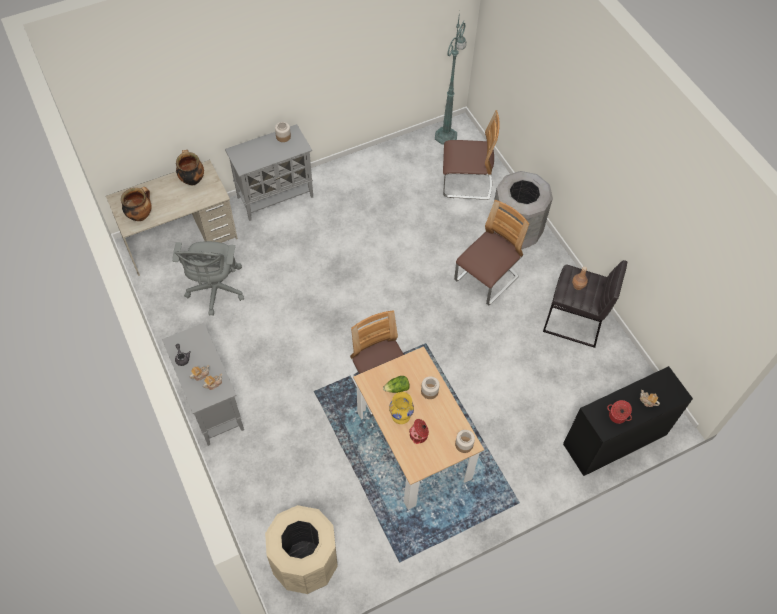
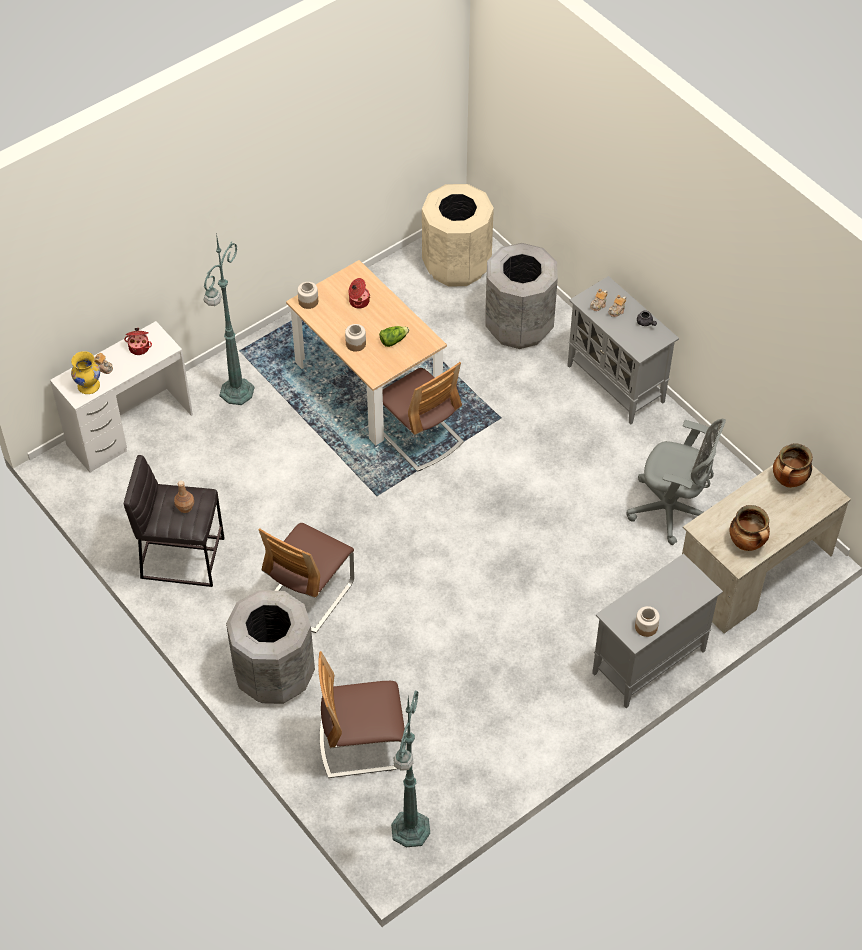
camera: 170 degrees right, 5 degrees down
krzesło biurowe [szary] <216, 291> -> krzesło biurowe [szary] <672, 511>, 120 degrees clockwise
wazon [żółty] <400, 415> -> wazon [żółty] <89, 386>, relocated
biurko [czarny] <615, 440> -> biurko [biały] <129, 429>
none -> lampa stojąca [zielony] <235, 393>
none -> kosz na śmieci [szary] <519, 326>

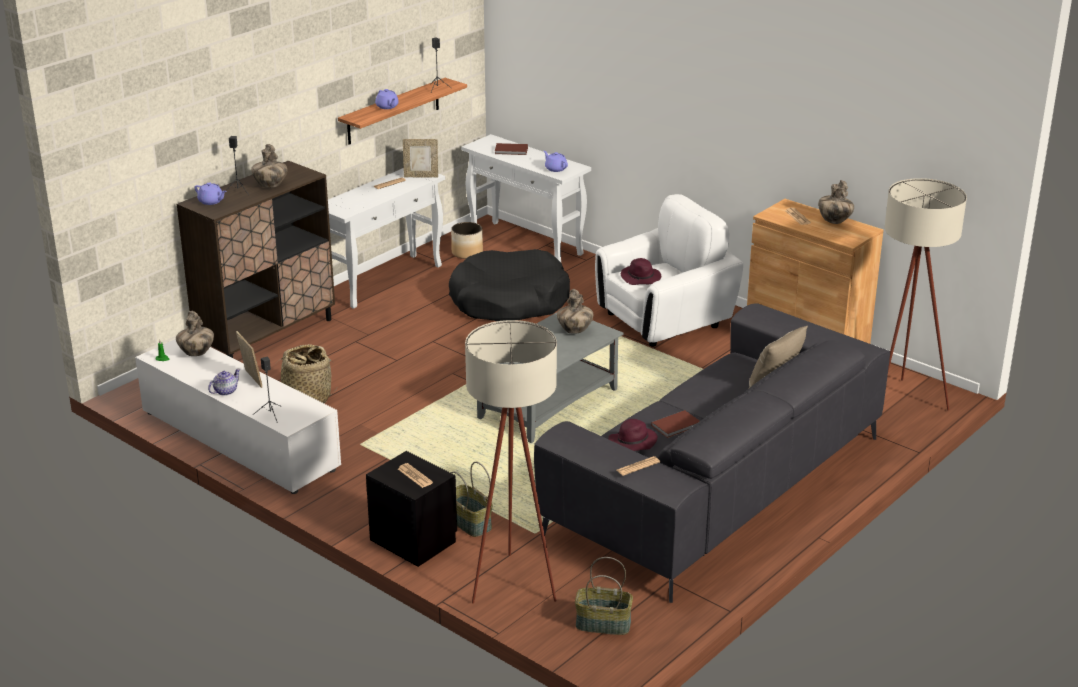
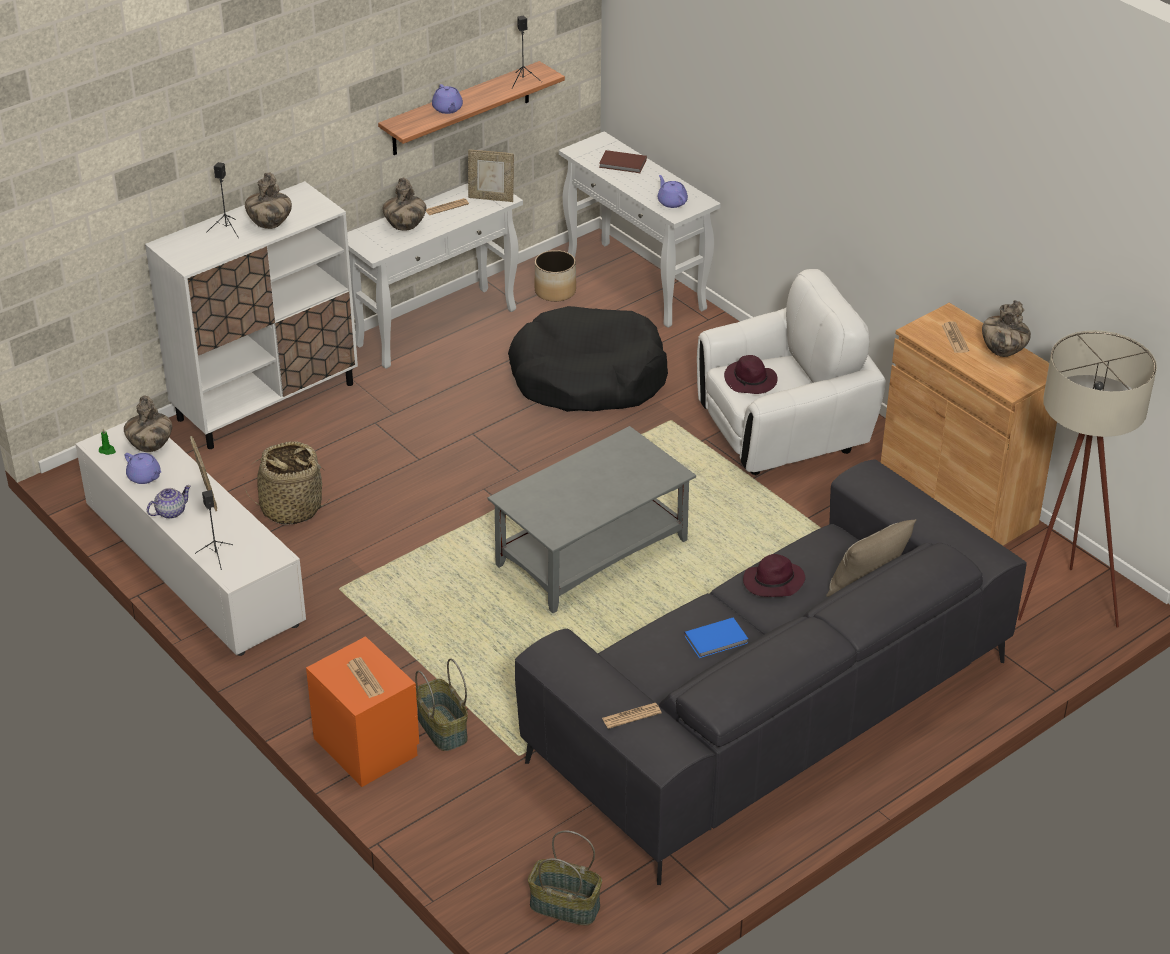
camera: 10 degrees right, 10 degrees up
szafka [brązowy] <267, 336> -> szafka [biały] <266, 401>
imbryk [fioletowy] <211, 201> -> imbryk [fioletowy] <145, 477>, relocated
szafka nocna [czarny] <414, 540> -> szafka nocna [pomarańczowy] <368, 745>
lampa stojąca [beżowy] <512, 579> -> none
wazon <574, 330> -> wazon <405, 226>, relocated
kapelusz [fioletowy] <632, 443> -> kapelusz [fioletowy] <773, 583>, relocated
książka [brązowy] <677, 426> -> książka [niebieski] <717, 640>

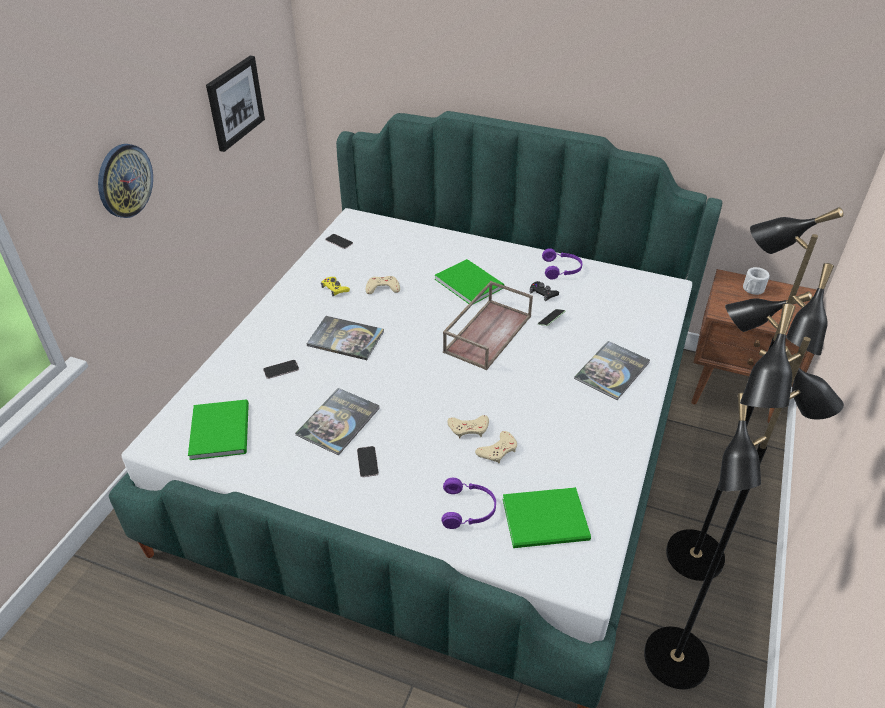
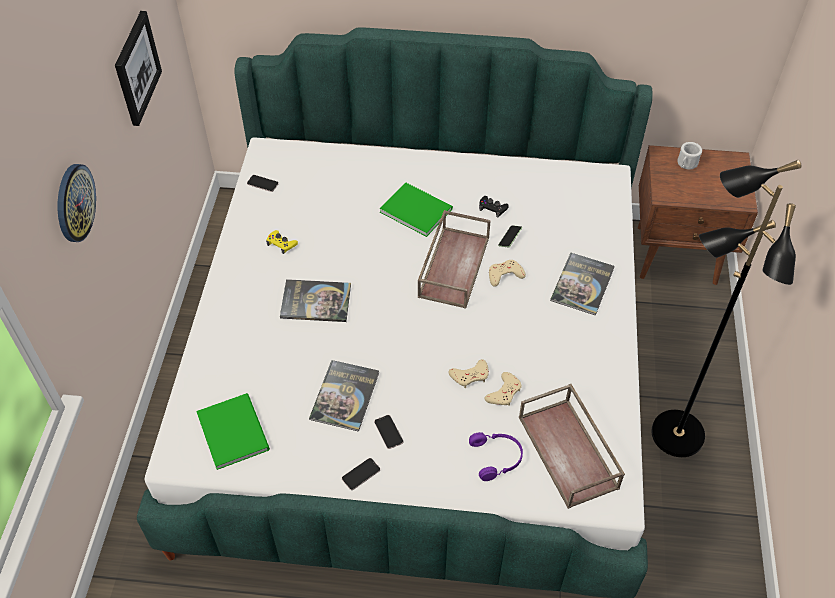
camera: 15 degrees left, 10 degrees up
telefon <281, 369> -> telefon <361, 474>, relocated
pad do gier [beżowy] <382, 288> -> pad do gier [beżowy] <504, 275>, relocated
książka [zielony] <548, 521> -> taca [brązowy] <569, 452>
słuchawki [fioletowy] <562, 269> -> none
lampa stojąca [czarny] <677, 660> -> none

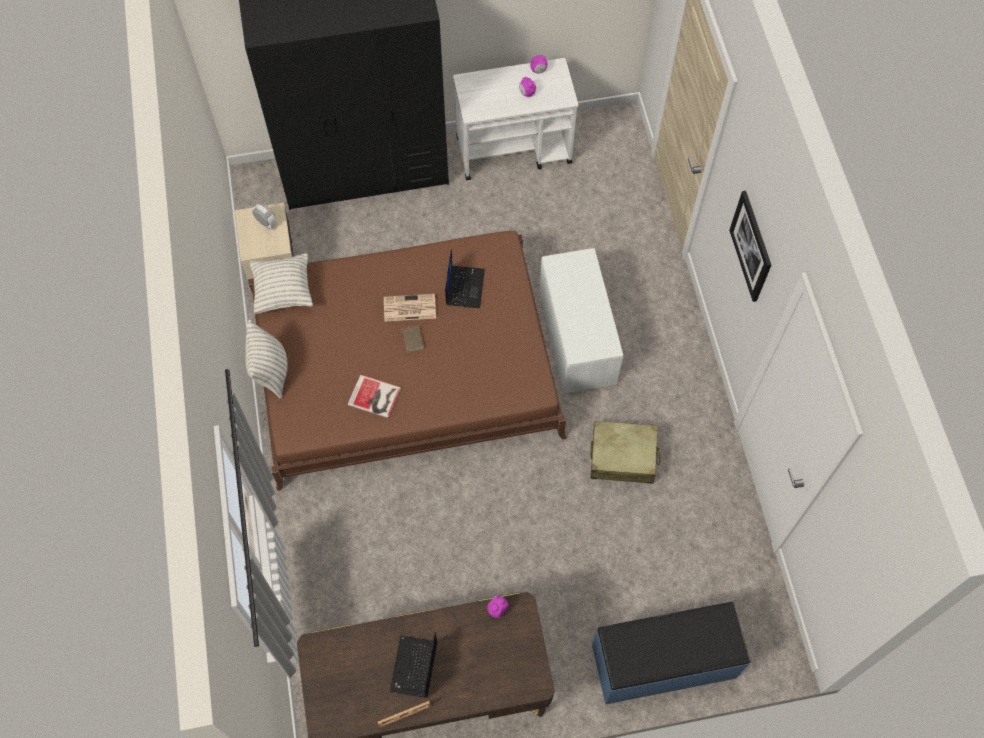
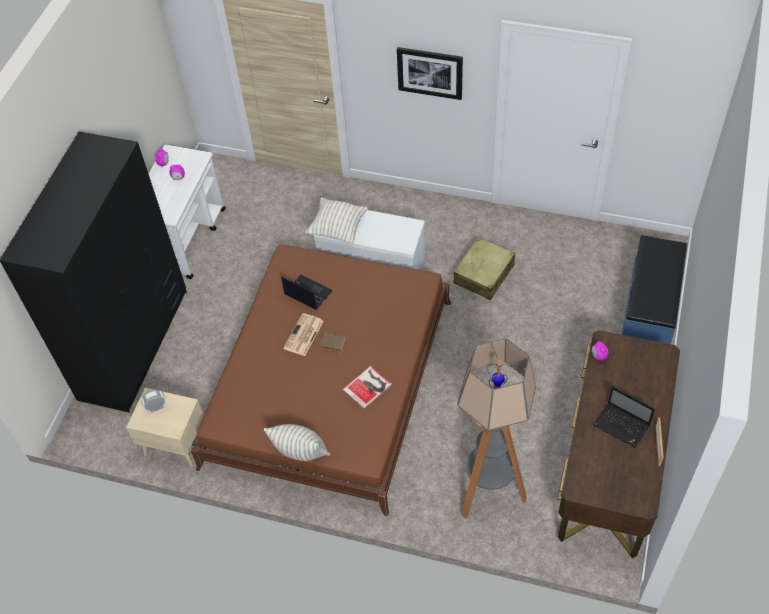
camera: 60 degrees left, 10 degrees down
poduszka <283, 291> -> poduszka <337, 229>, relocated
none -> lampa stojąca <489, 491>

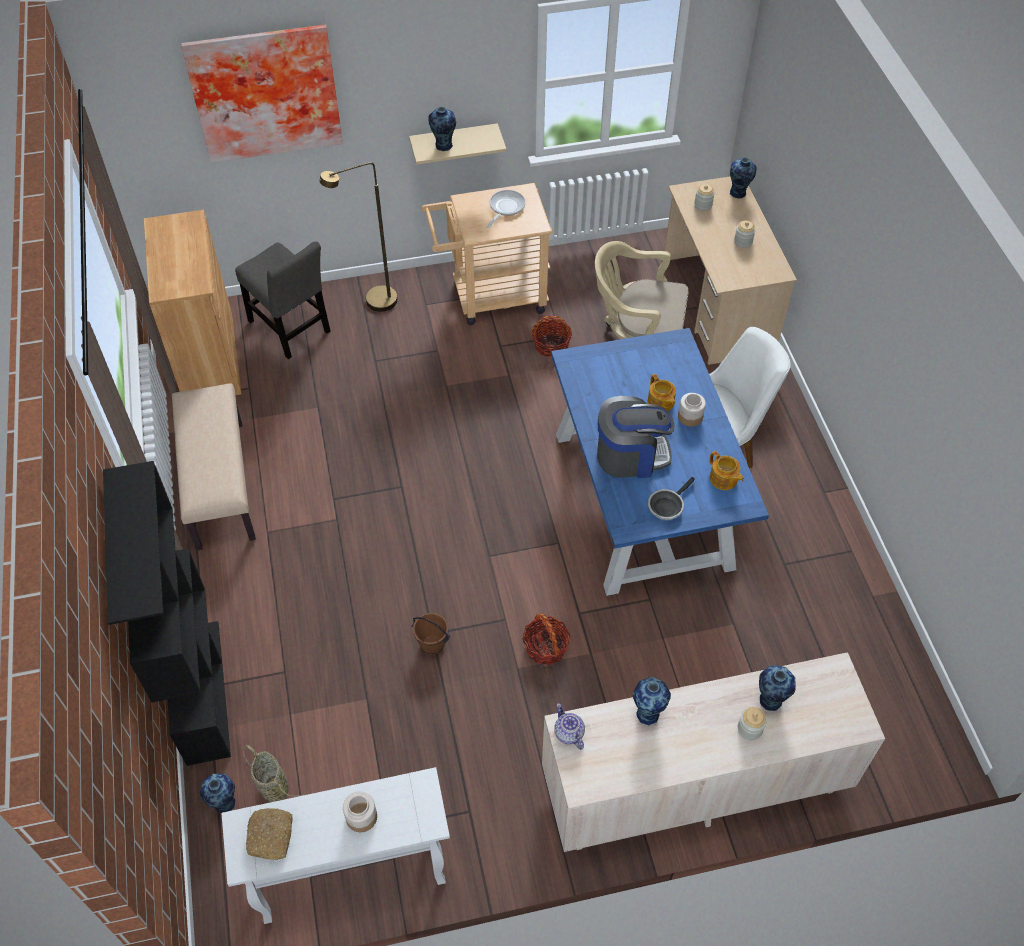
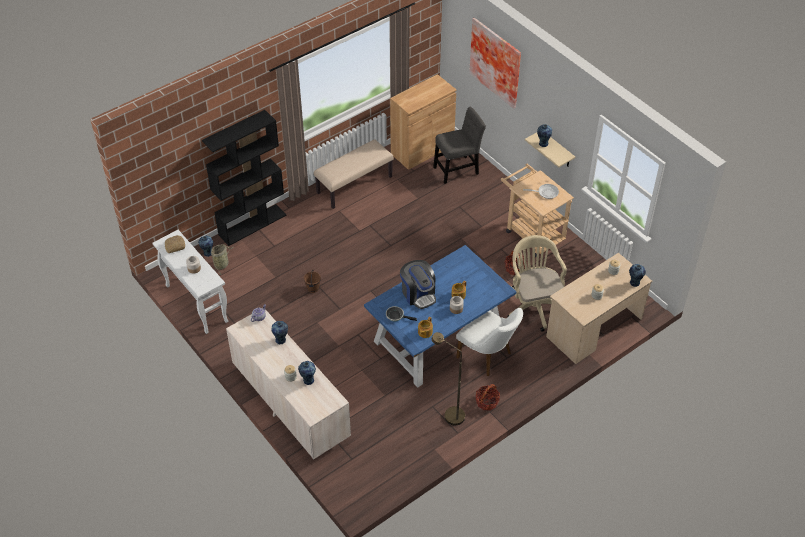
camera: 65 degrees right, 5 degrees down
krzesło [szary] <291, 329> -> krzesło [szary] <458, 169>, 135 degrees counterclockwise
lampa stojąca [brązowy] <373, 304> -> lampa stojąca [brązowy] <449, 414>, relocated
koszyk <546, 647> -> koszyk <487, 402>, relocated

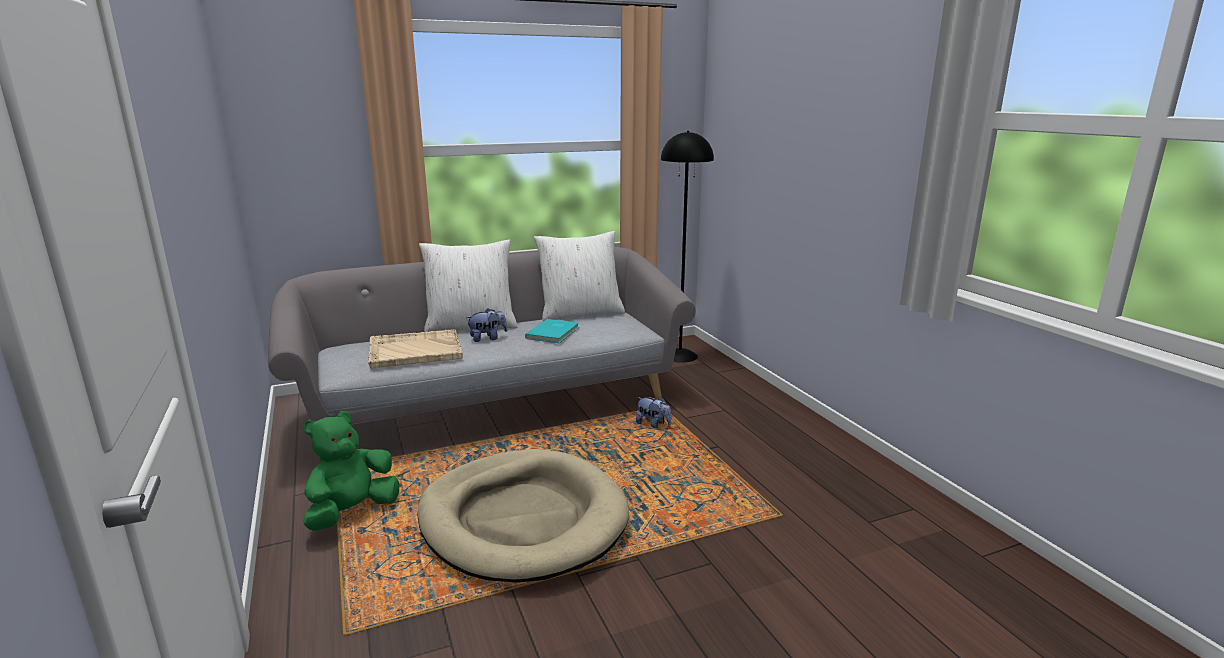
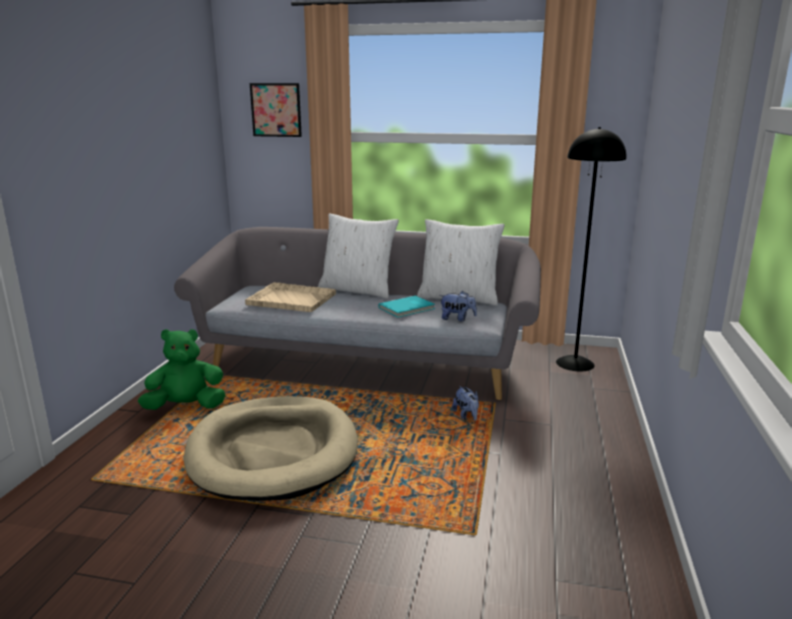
camera: 35 degrees right, 0 degrees up
pluszak <487, 338> -> pluszak <457, 319>, relocated
none -> obraz <276, 110>

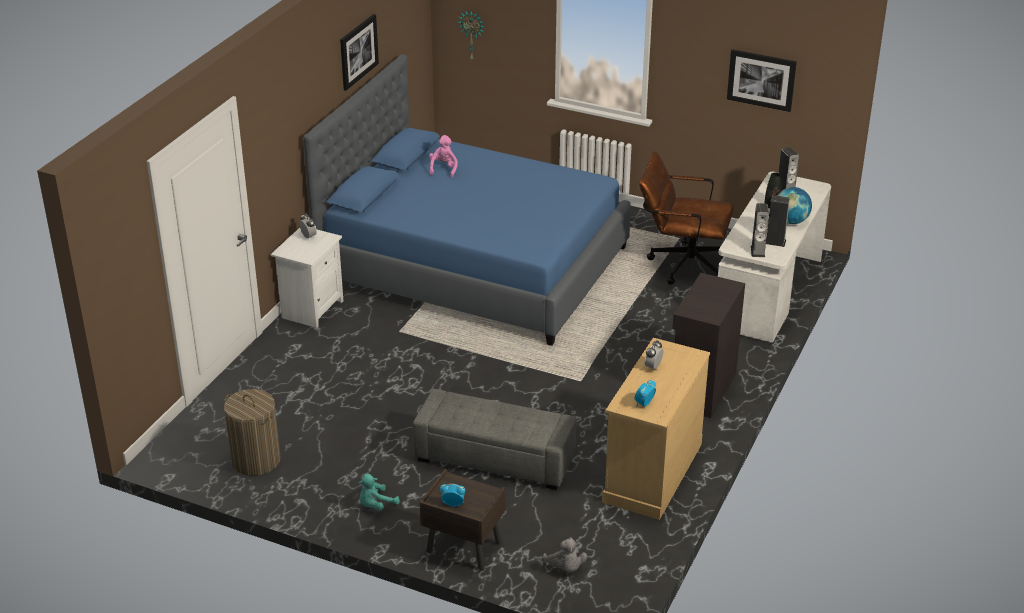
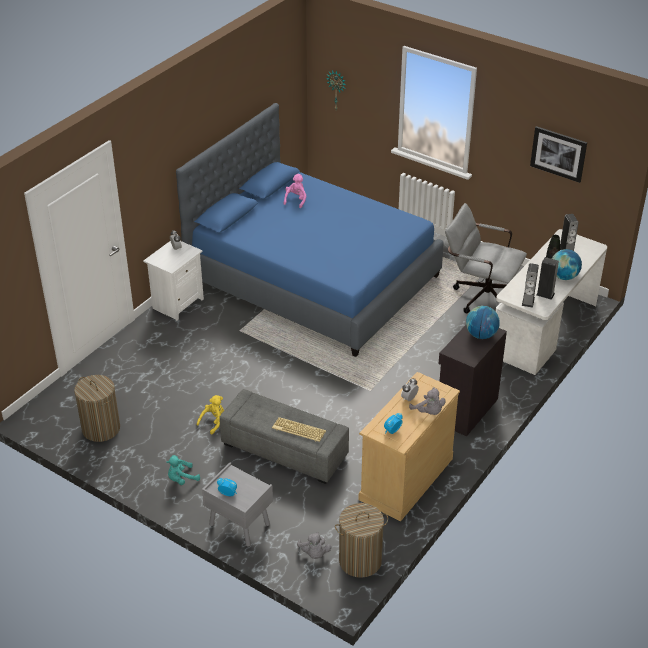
camera: 10 degrees right, 5 degrees up
obraz <358, 51> -> none
szafka nocna [brązowy] <463, 547> -> szafka nocna [szary] <238, 524>
krzesło biurowe [brązowy] <681, 264> -> krzesło biurowe [szary] <480, 295>
none -> pluszak [żółty] <213, 422>
none -> klawiatura <298, 430>
none -> kosz na pranie <360, 561>
none -> pluszak [szary] <429, 412>
none -> globus <481, 335>

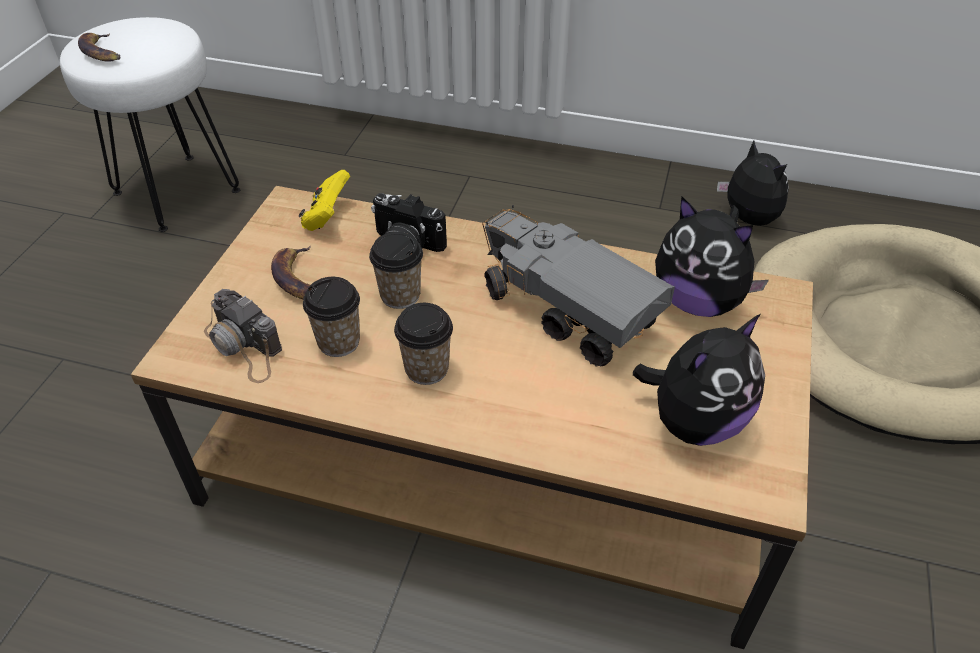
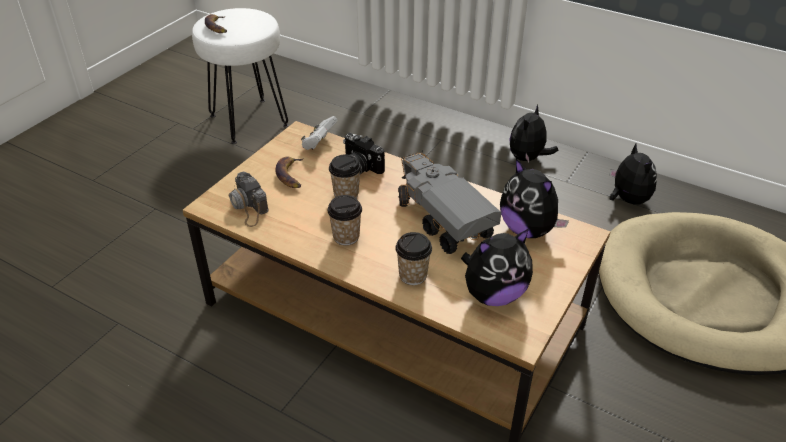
camera: 15 degrees right, 5 degrees down
pad do gier [żółty] <327, 217> -> pad do gier [biały] <319, 144>
filiżanka <339, 342> -> filiżanka <413, 275>, relocated
none -> pluszak <528, 158>

